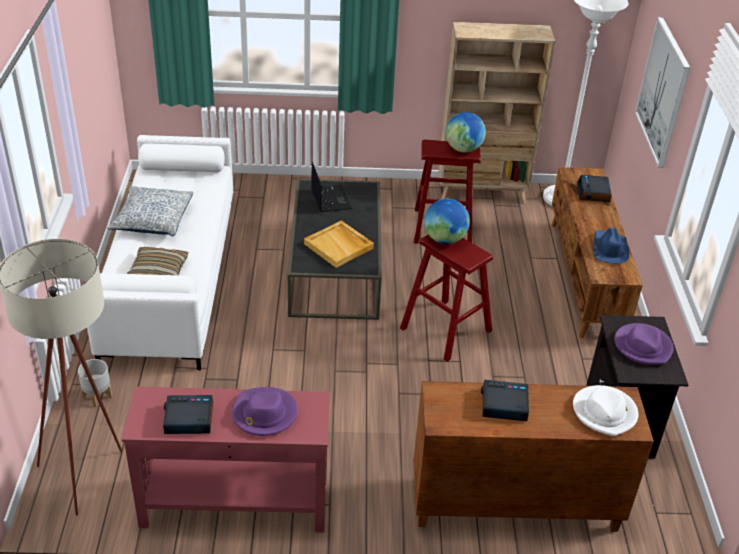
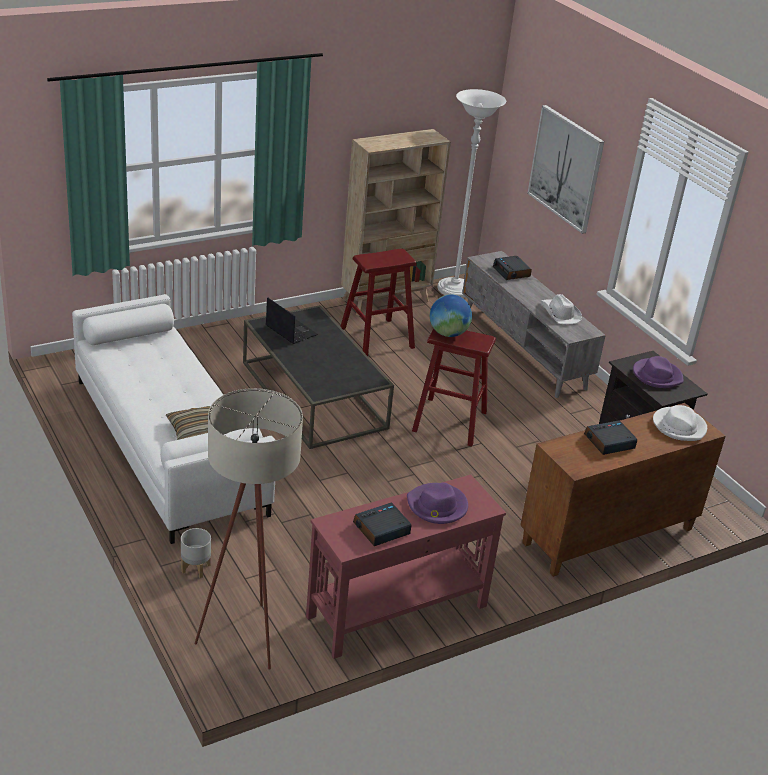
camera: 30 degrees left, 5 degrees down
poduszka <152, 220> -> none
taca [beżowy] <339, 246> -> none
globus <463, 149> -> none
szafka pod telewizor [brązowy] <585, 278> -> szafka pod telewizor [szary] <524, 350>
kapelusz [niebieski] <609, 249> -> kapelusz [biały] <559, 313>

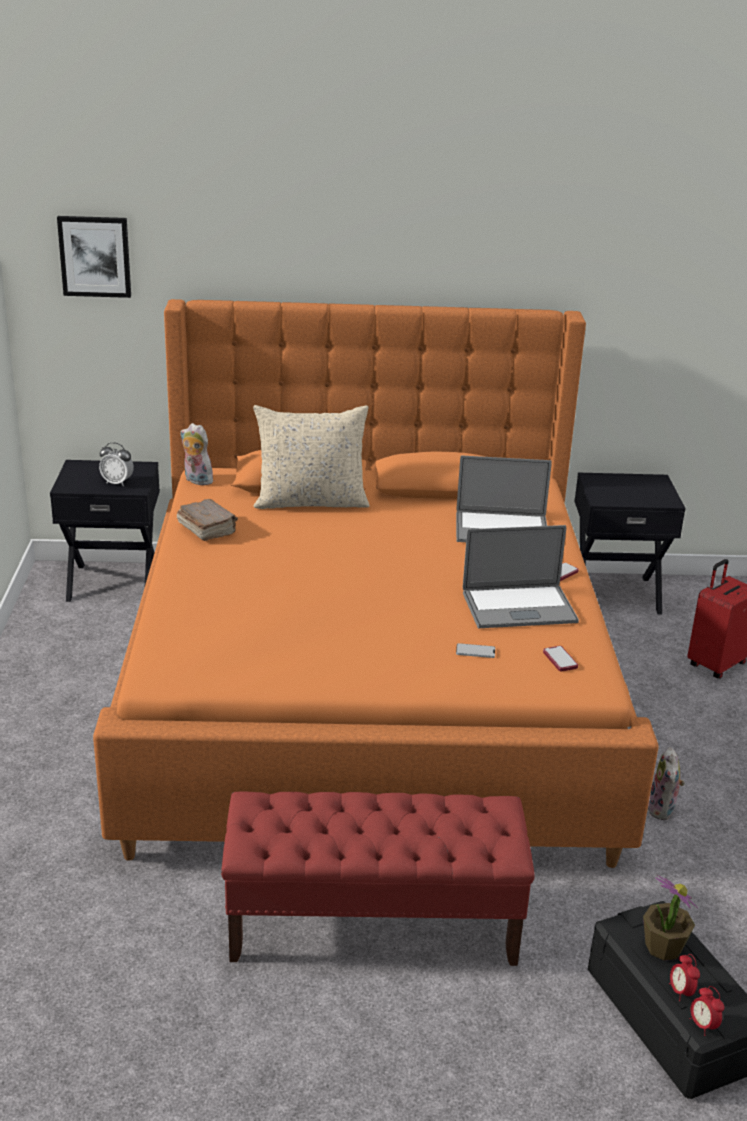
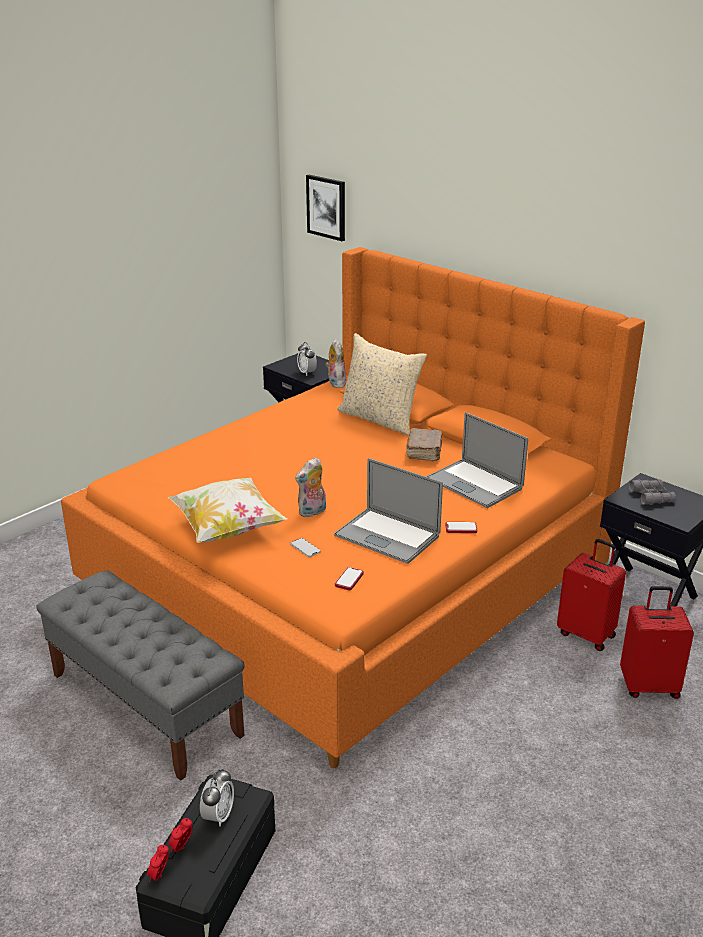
camera: 45 degrees right, 0 degrees up
książka [brązowy] <207, 529> -> książka [brązowy] <424, 452>, relocated
ławka [czerwony] <374, 924> -> ławka [szary] <146, 704>
roślina doniczkowa <663, 947> -> budzik <218, 816>
pluszak <663, 810> -> pluszak <312, 512>, relocated
none -> poduszka <227, 528>
none -> walizka [czerwony] <587, 634>
none -> lornetka [szary] <651, 497>

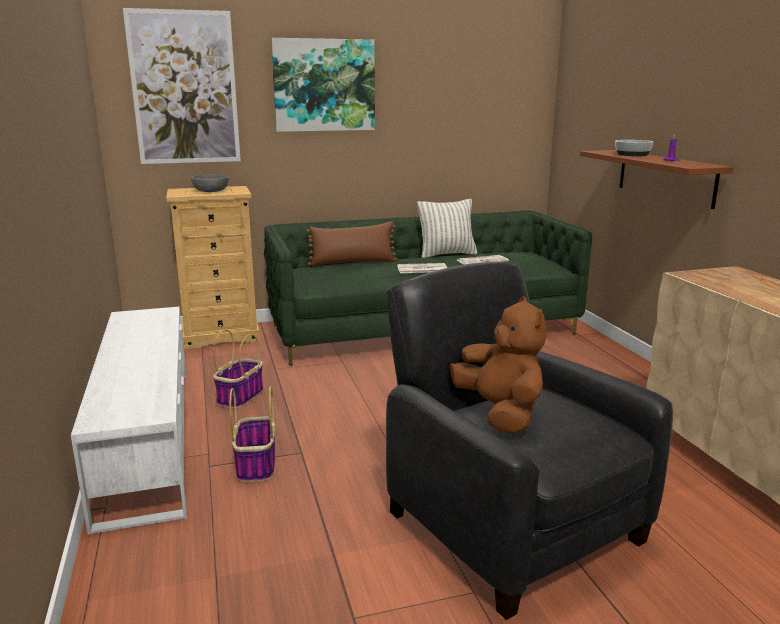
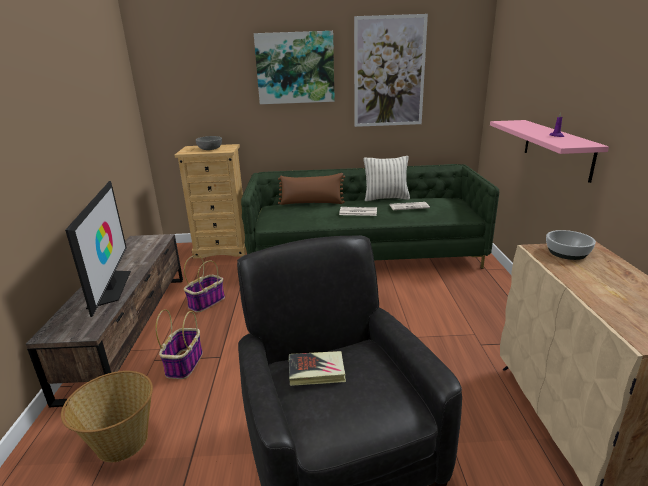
camera: 15 degrees right, 5 degrees up
szafka pod telewizor [biały] <148, 436> -> szafka pod telewizor [brązowy] <131, 329>
obraz <184, 88> -> obraz <389, 72>, relocated
pluszak [brązowy] <500, 413> -> książka <316, 371>
półka [brązowy] <665, 177> -> półka [różowy] <557, 148>
miska <632, 154> -> miska <567, 253>, relocated
none -> koszyk <121, 442>
none -> telewizor <111, 287>

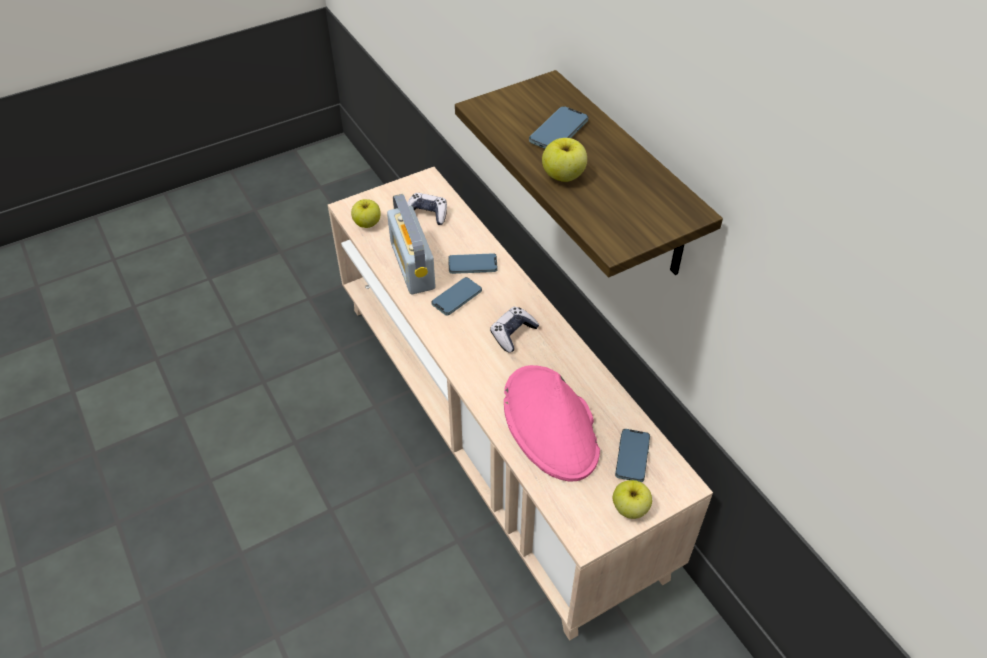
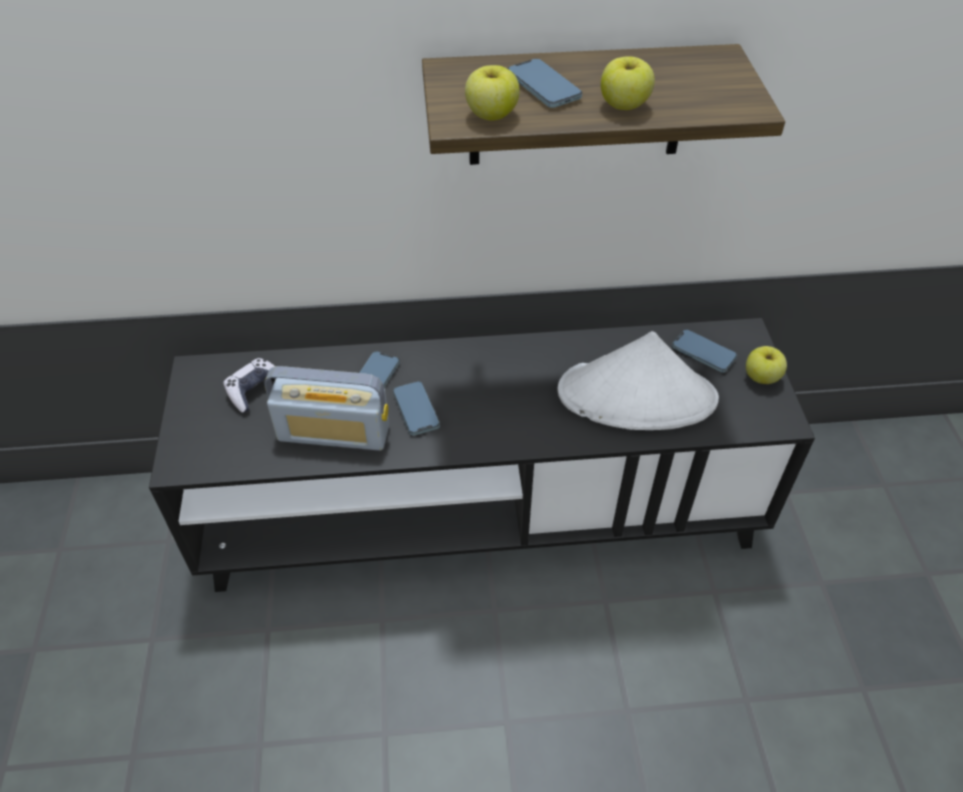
camera: 65 degrees left, 0 degrees up
szafka pod telewizor [beżowy] <493, 429> -> szafka pod telewizor [czarny] <481, 514>
jabłko <367, 223> -> jabłko <491, 114>, relocated
pad do gier <513, 334> -> none
kapelusz [różowy] <551, 424> -> kapelusz [biały] <637, 396>

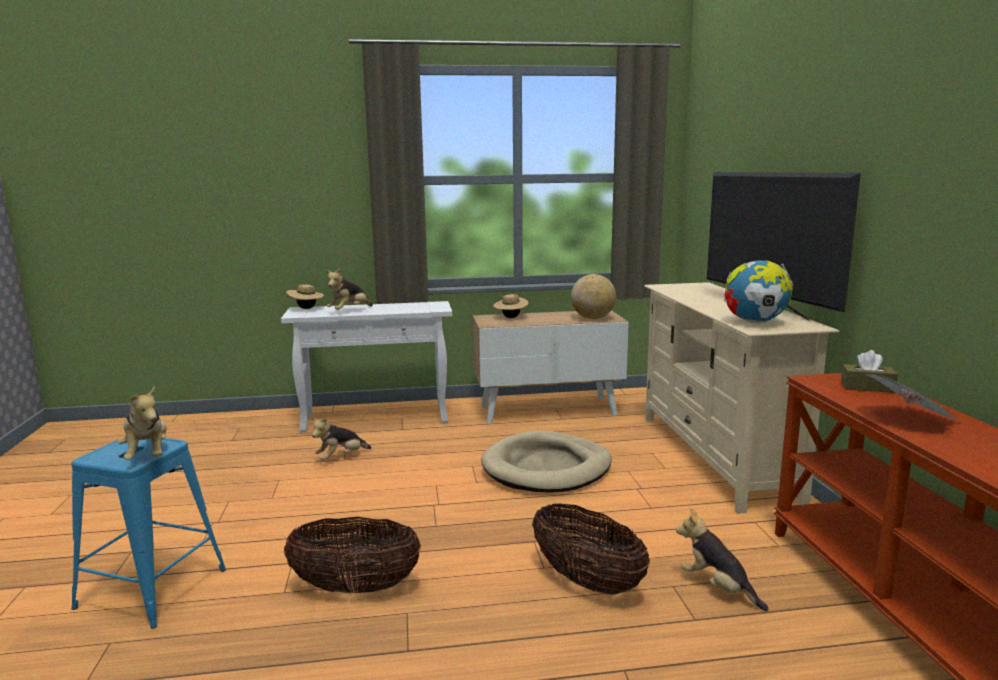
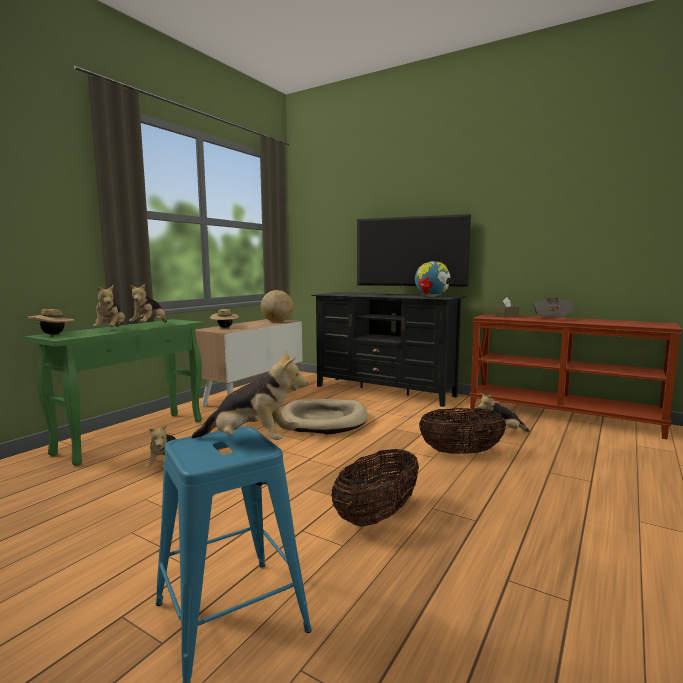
camera: 50 degrees left, 5 degrees down
stolik konsolowy [biały] <377, 419> -> stolik konsolowy [zielony] <133, 436>
szafka pod telewizor [beżowy] <716, 457> -> szafka pod telewizor [czarny] <385, 391>
none -> pluszak <150, 326>

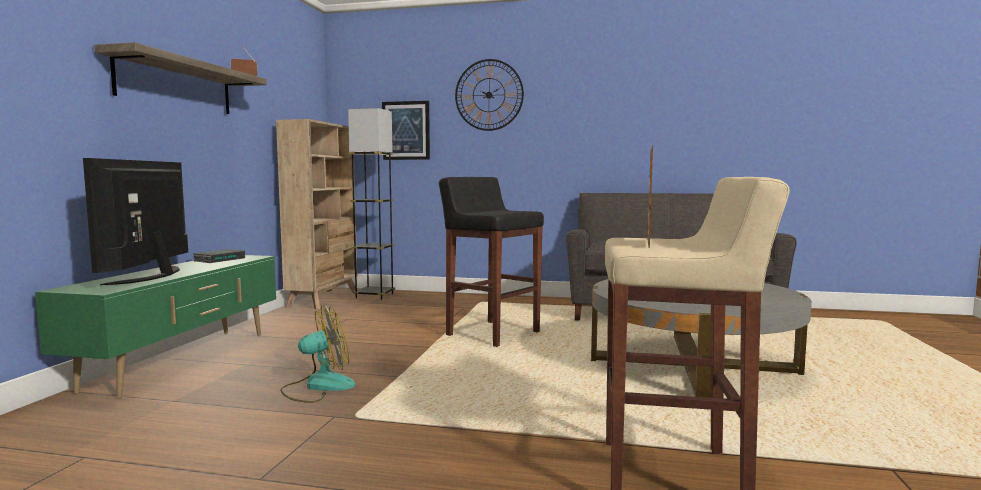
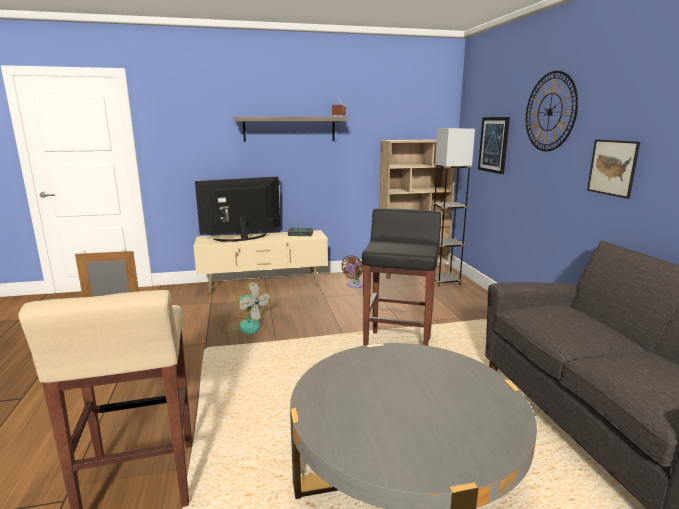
camera: 65 degrees right, 10 degrees up
szafka pod telewizor [zielony] <183, 360> -> szafka pod telewizor [beżowy] <264, 284>
none -> wentylator [brązowy] <354, 285>
none -> obraz <612, 167>

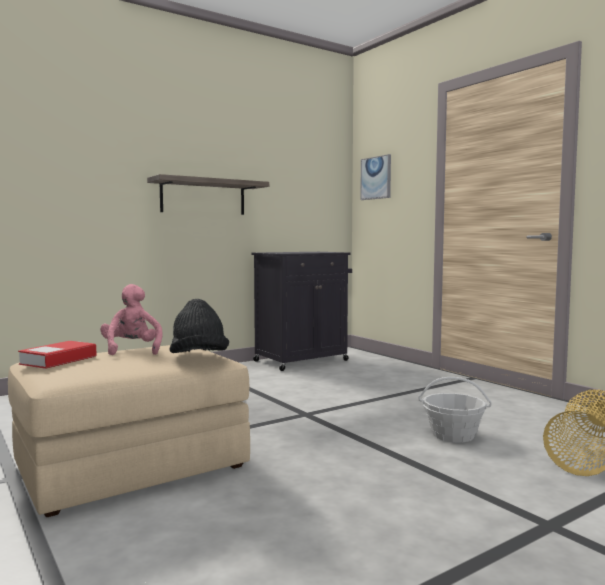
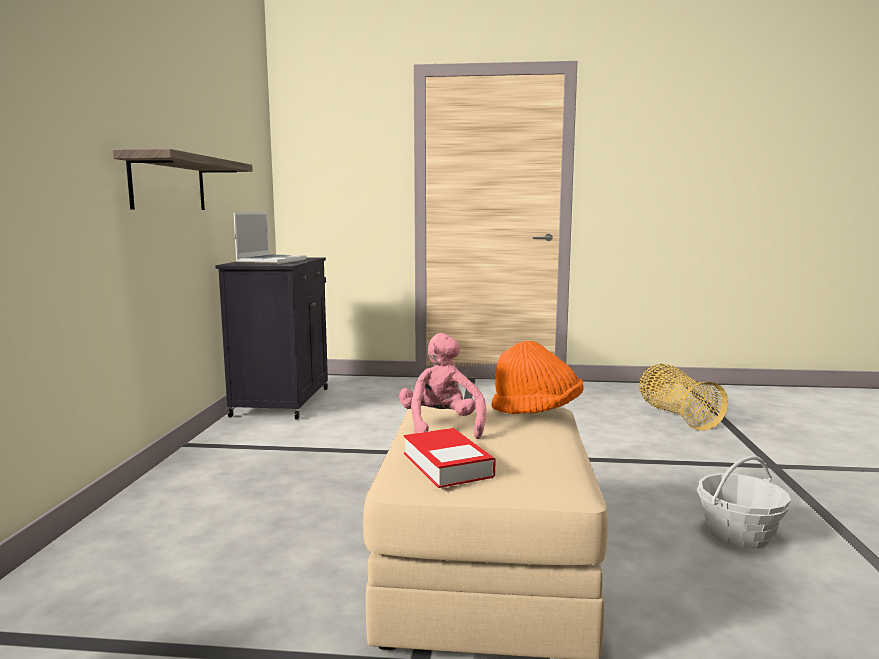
camera: 50 degrees left, 5 degrees up
pluszak [różowy] <132, 350> -> pluszak [różowy] <441, 426>, 60 degrees clockwise
kapelusz [czarny] <198, 357> -> kapelusz [pomarańczowy] <537, 412>
obraz <376, 178> -> none
koszyk <453, 435> -> koszyk <738, 534>, relocated
none -> laptop <271, 261>

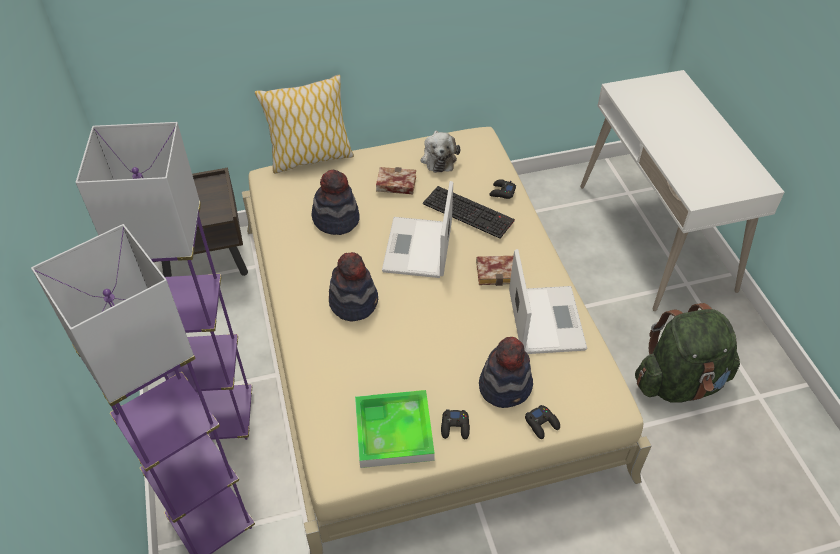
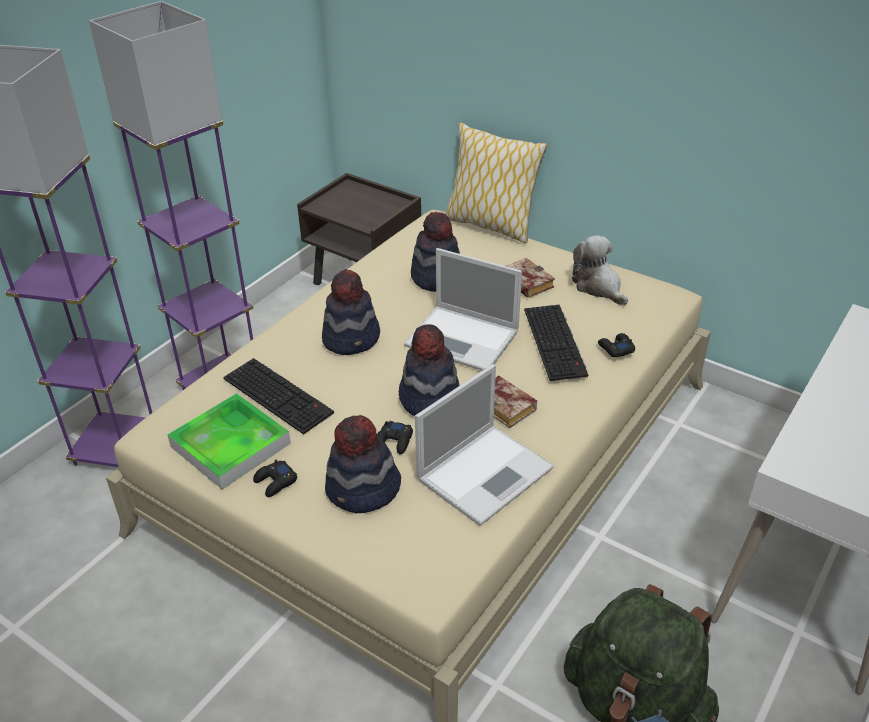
camera: 50 degrees right, 10 degrees down
laptop <418, 249> -> laptop <464, 339>, 120 degrees counterclockwise
pluszak <438, 158> -> pluszak <598, 286>, 105 degrees clockwise
pad do gier [czarny] <542, 424> -> pad do gier [czarny] <394, 441>, relocated
none -> klawiatura <280, 395>
none -> kapelusz <429, 399>

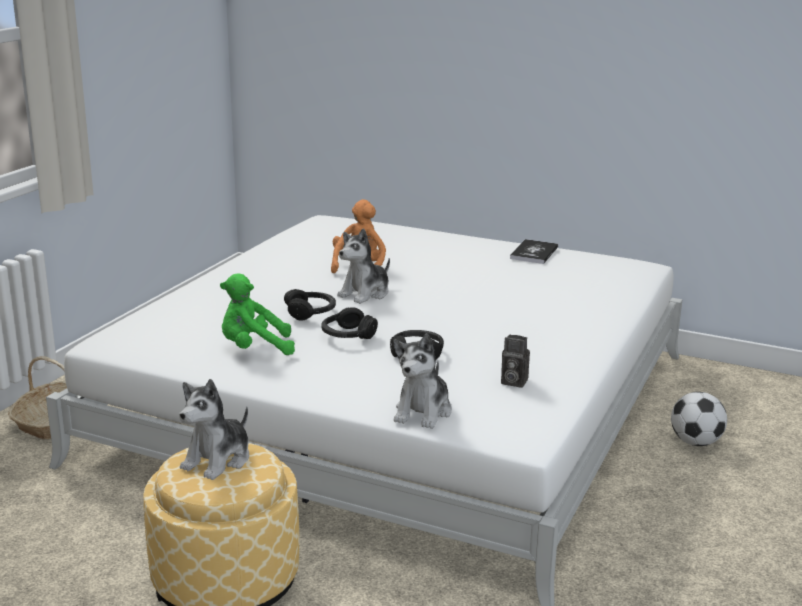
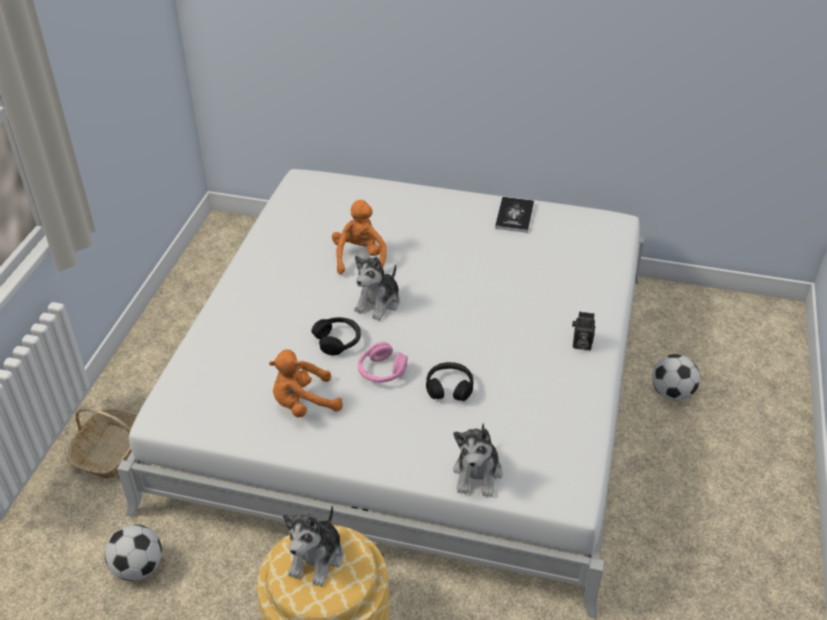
camera: 10 degrees left, 20 degrees up
pluszak [zielony] <254, 349> -> pluszak [pomarańczowy] <303, 404>
słuchawki [czarny] <347, 335> -> słuchawki [różowy] <381, 371>
aparat fotograficzny <512, 382> -> aparat fotograficzny <580, 344>, relocated
none -> piłka futbolowa <138, 568>

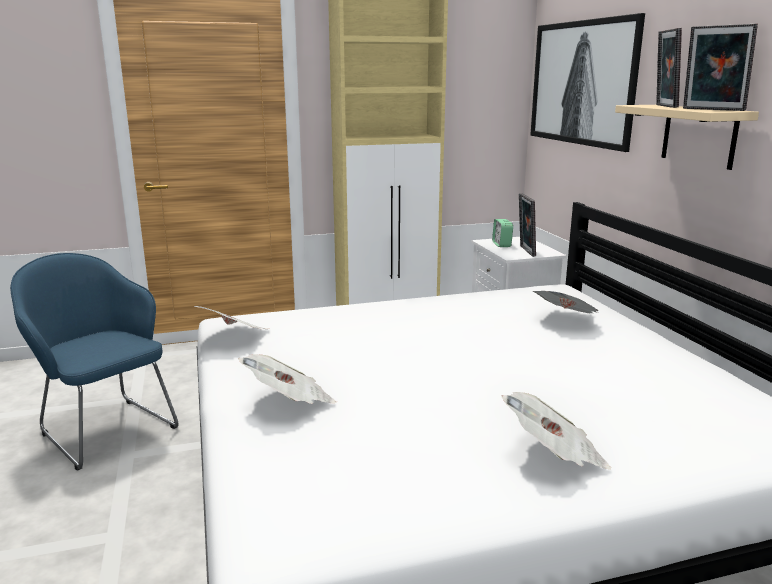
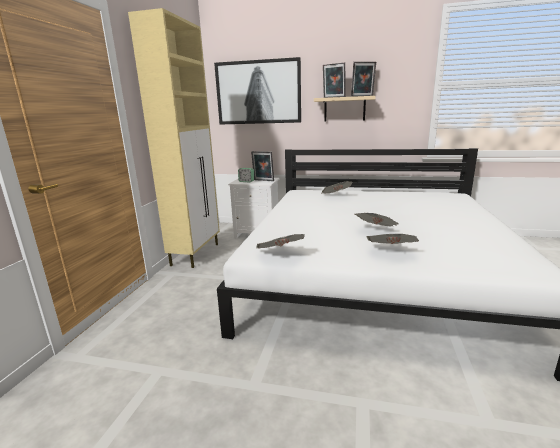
camera: 60 degrees left, 0 degrees up
fotel [niebieski] <105, 428> -> none
gazeta <554, 455> -> gazeta <376, 231>, relocated

